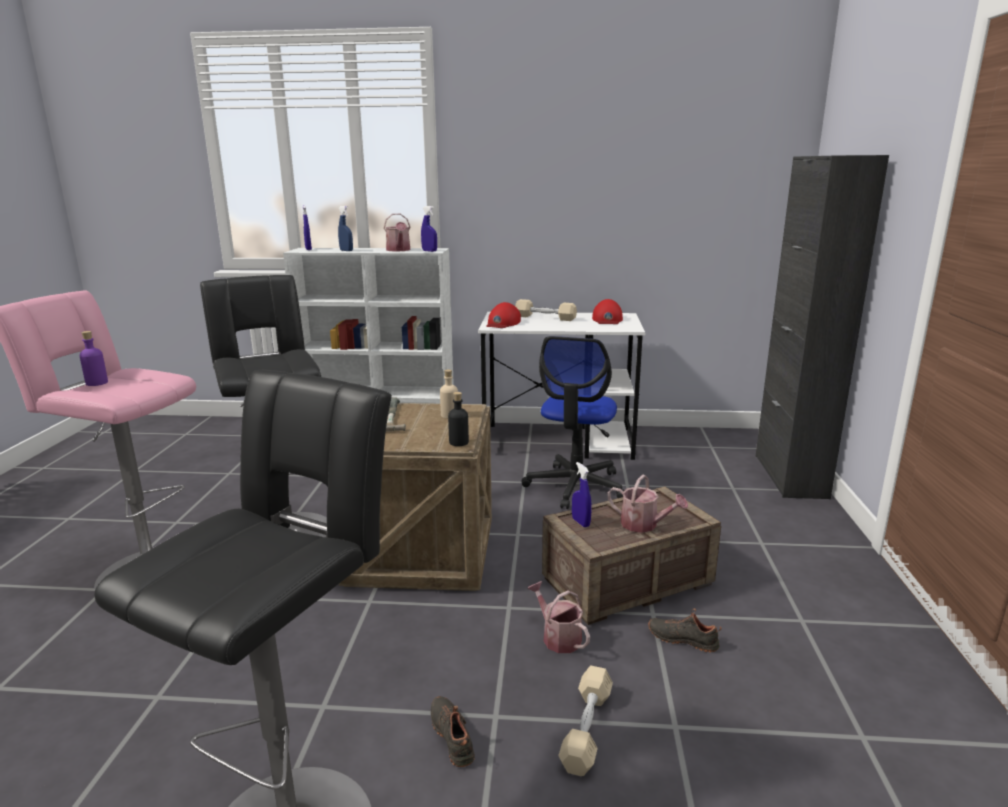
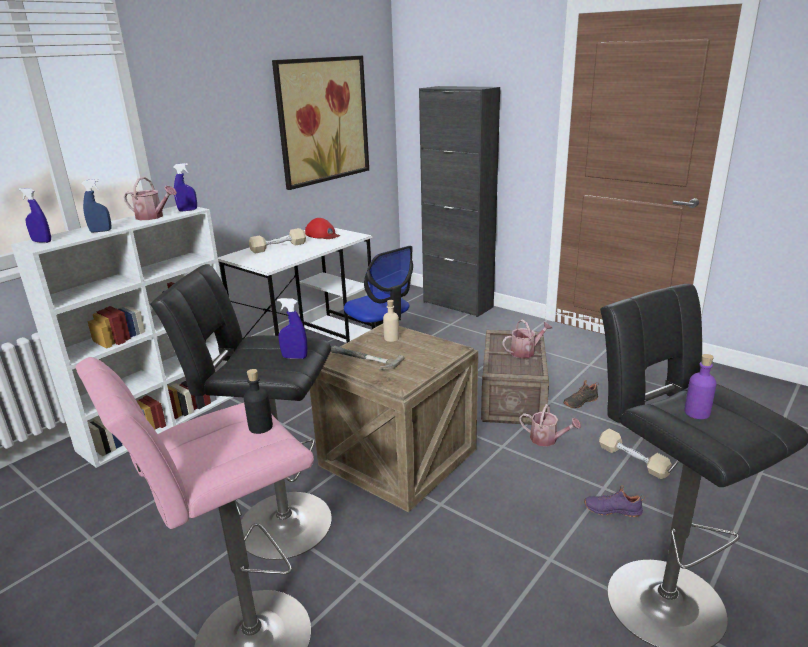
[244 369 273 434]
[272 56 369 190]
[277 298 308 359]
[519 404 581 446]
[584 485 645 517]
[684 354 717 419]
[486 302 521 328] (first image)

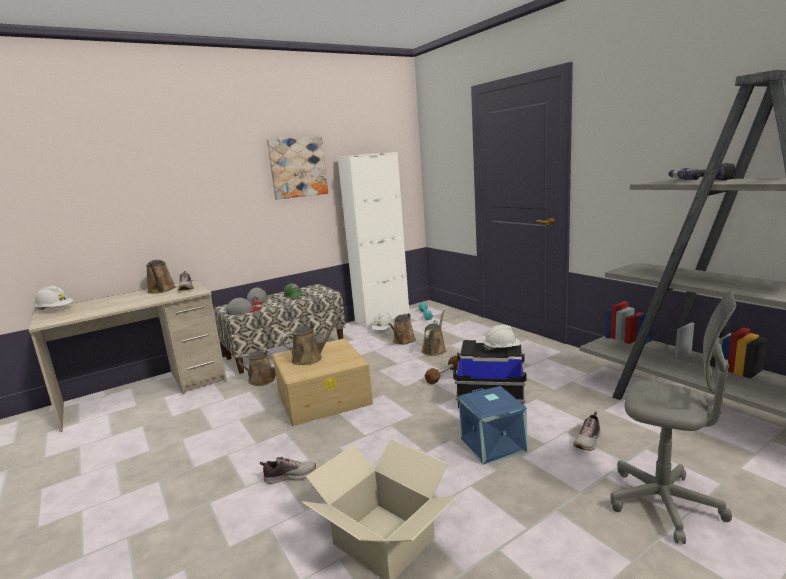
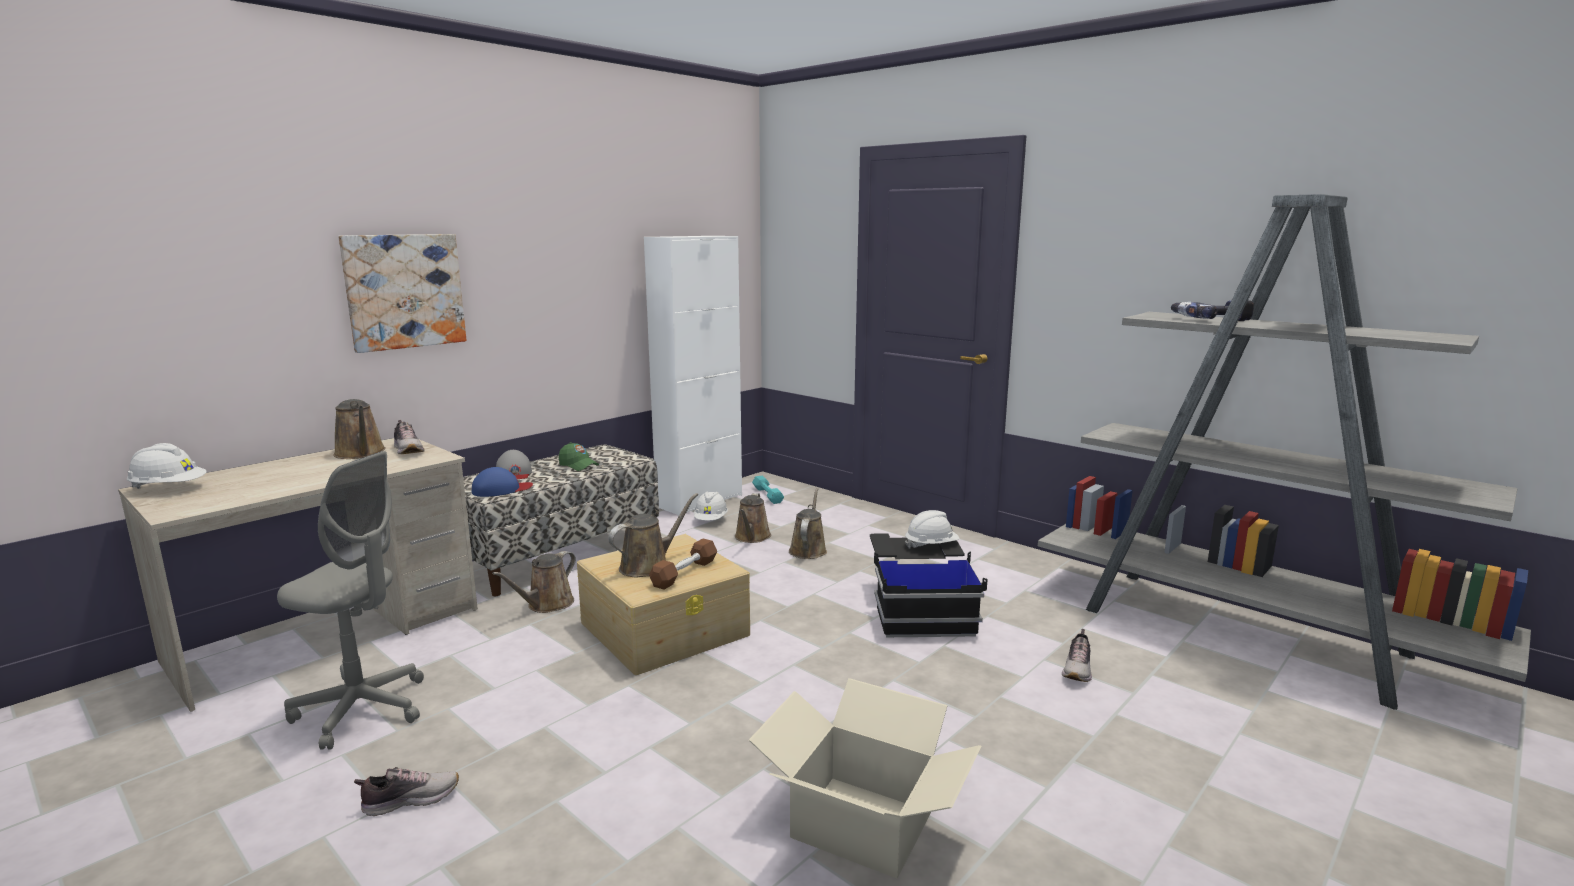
[277 451 424 750]
[339 234 466 353]
[354 767 459 816]
[472 467 533 497]
[492 551 576 613]
[649 538 717 590]
[459 386 527 465] (first image)

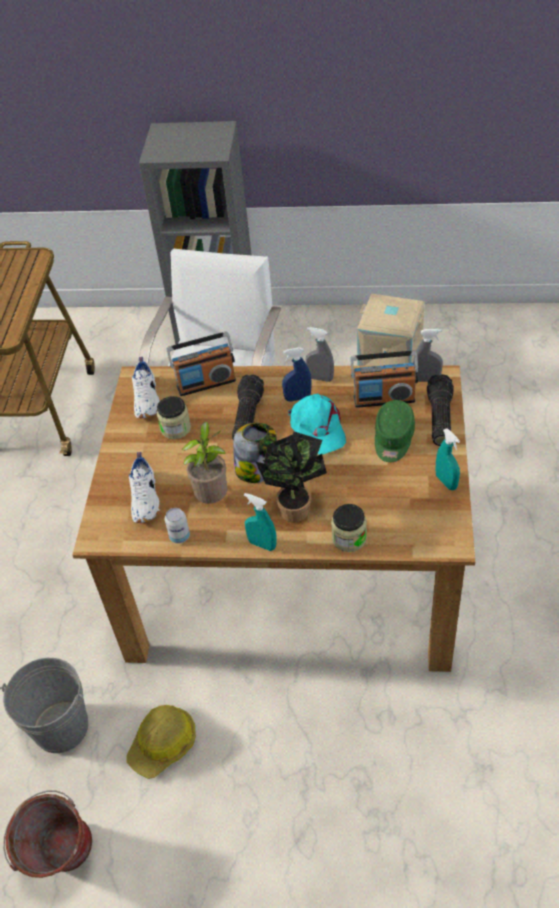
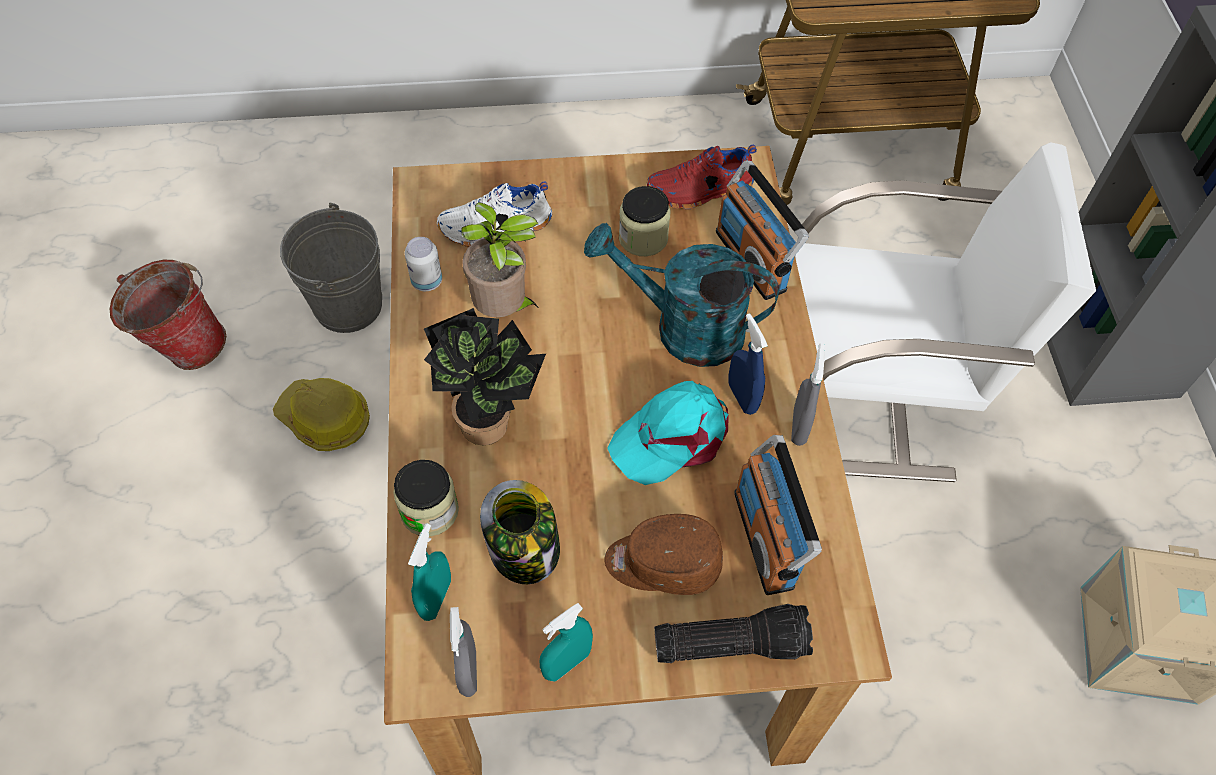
[408 523 451 621]
[450 607 477 697]
[480 480 560 584]
[584 223 779 367]
[605 514 723 595]
[647 145 757 210]

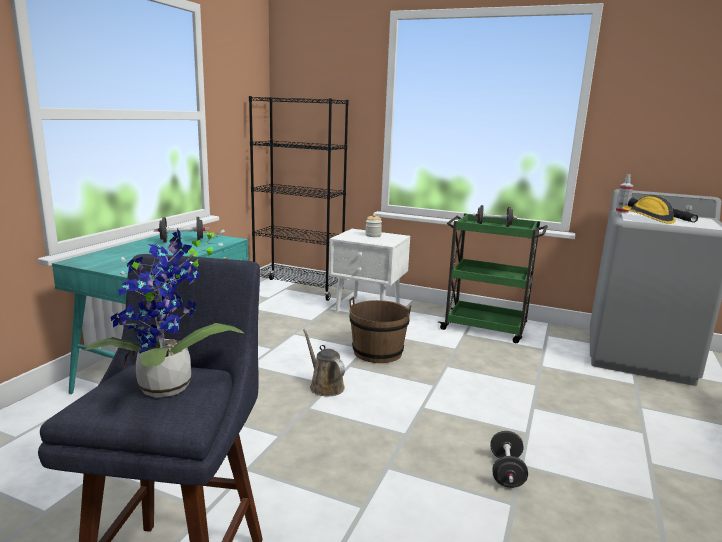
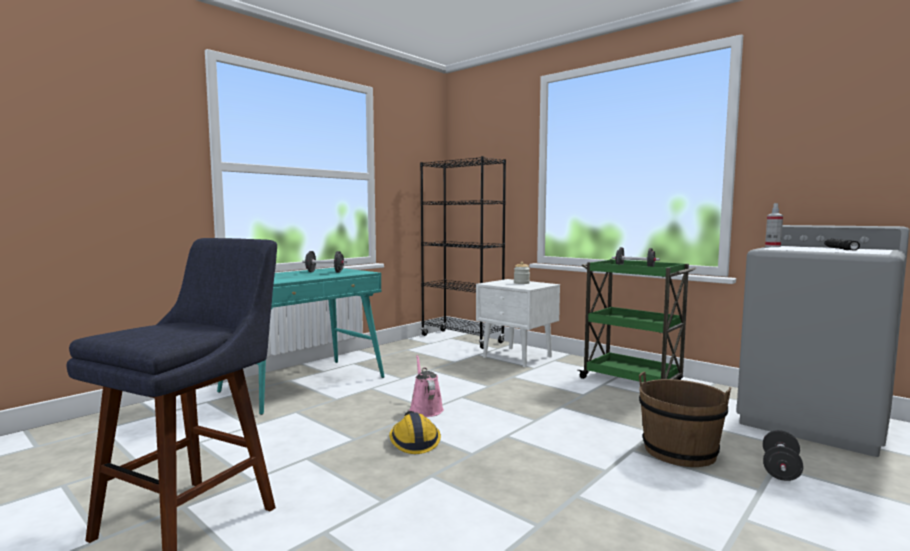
[389 411 441 454]
[409 355 444 417]
[639 372 731 467]
[763 430 803 481]
[84 229 244 398] (first image)

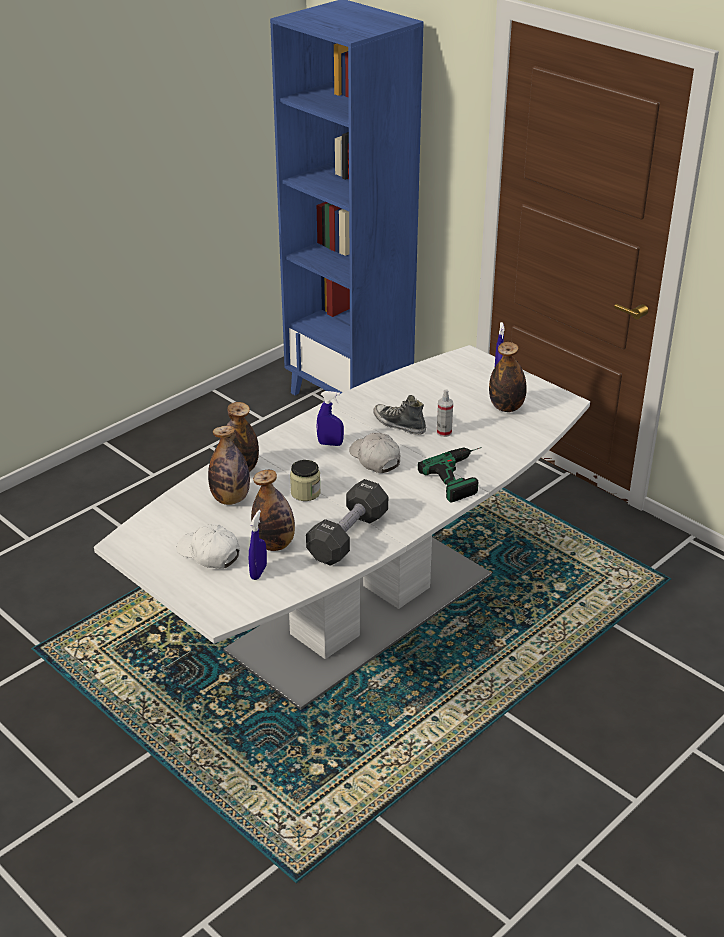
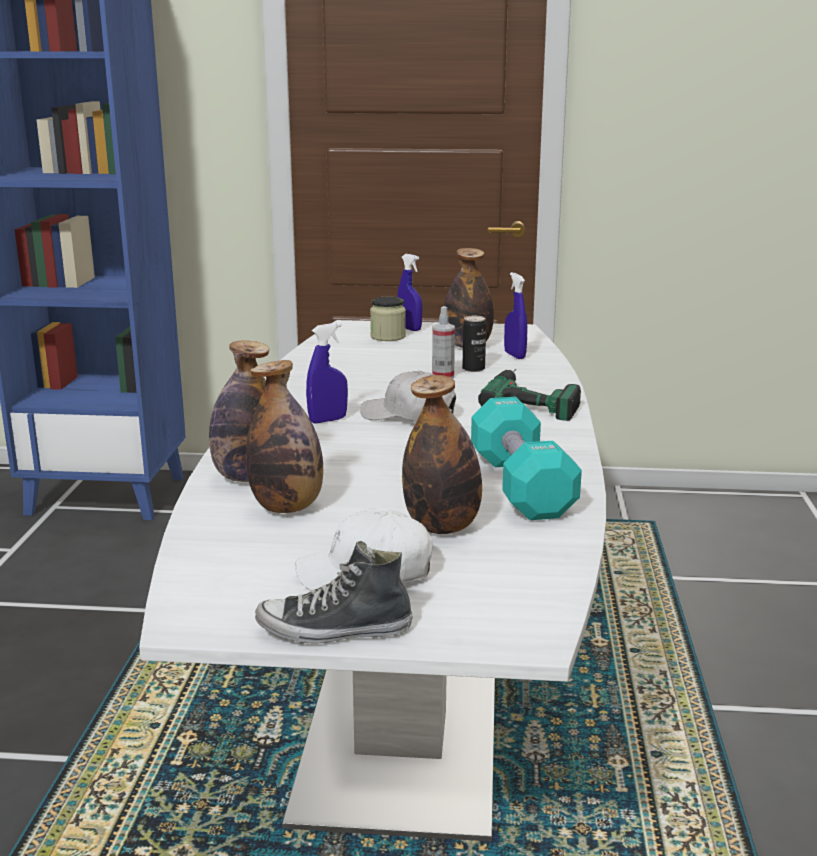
[255 541 413 644]
[370 297 406 341]
[462 316 486 372]
[471 397 582 520]
[504 272 527 359]

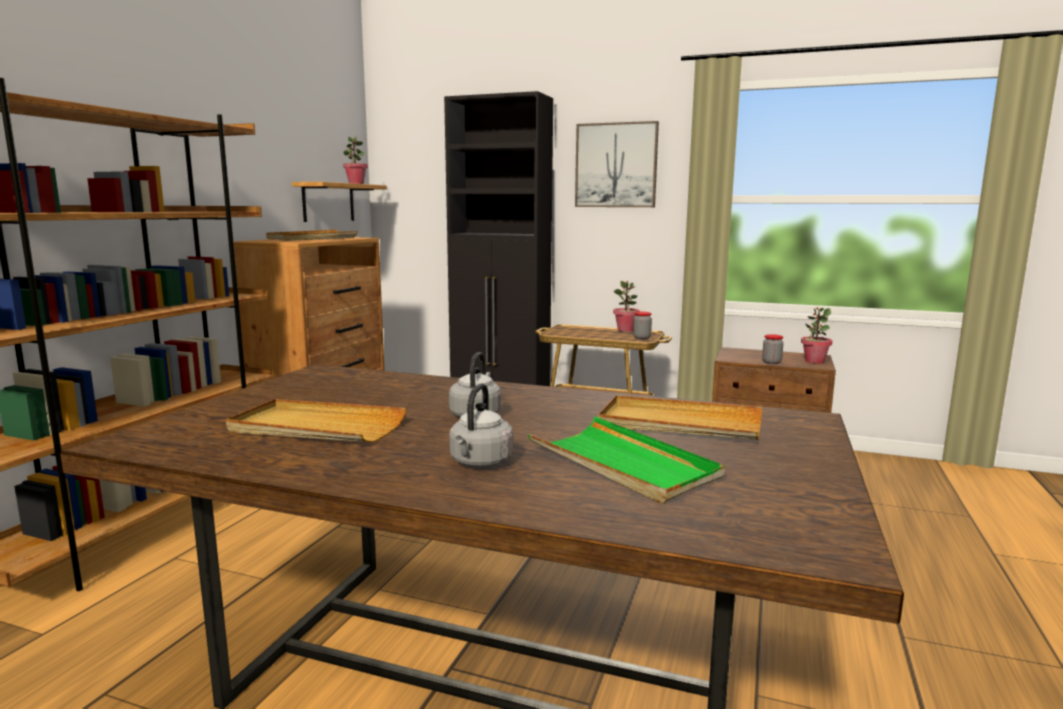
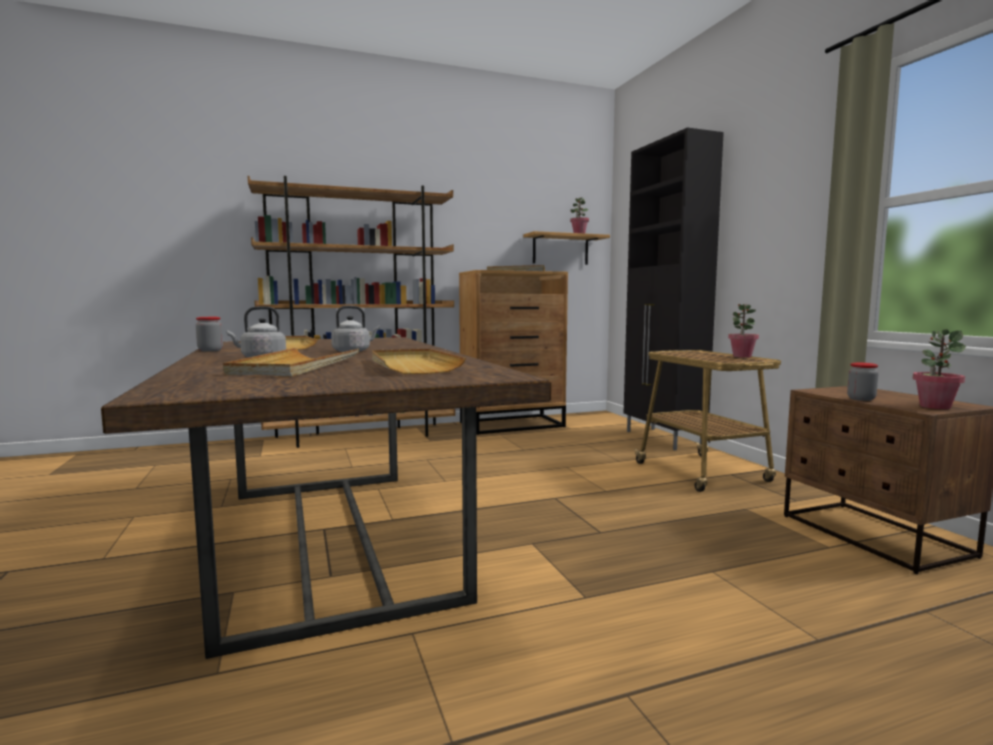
[196 317 223 352]
[223 348 359 377]
[575 121 659 207] (first image)

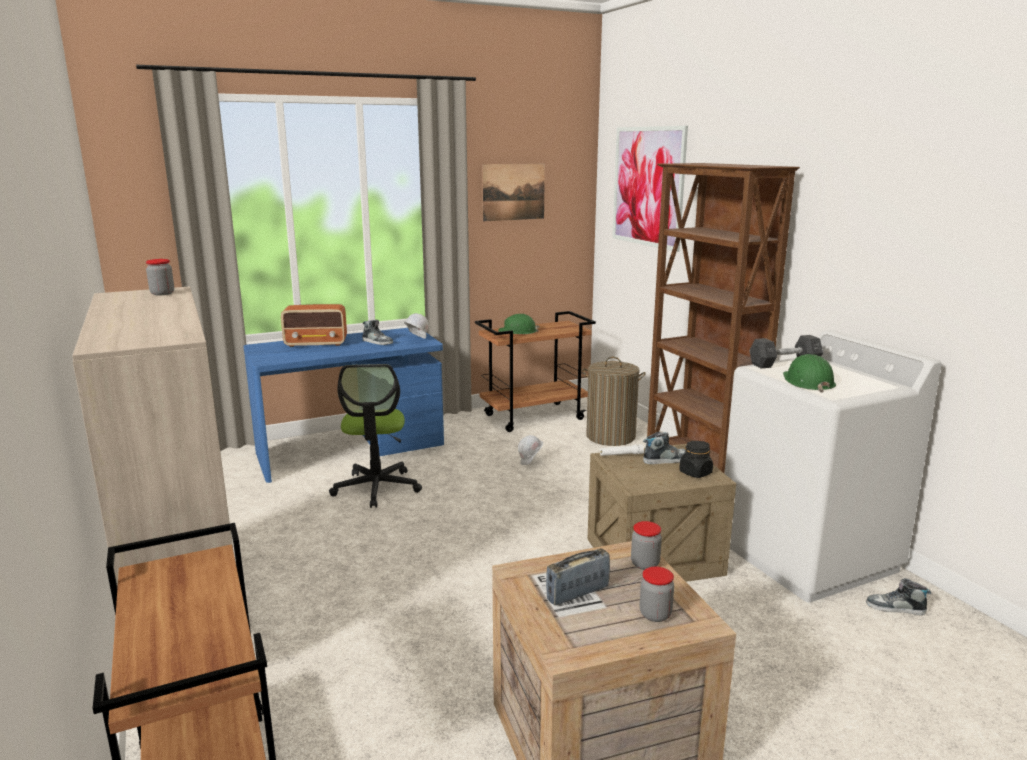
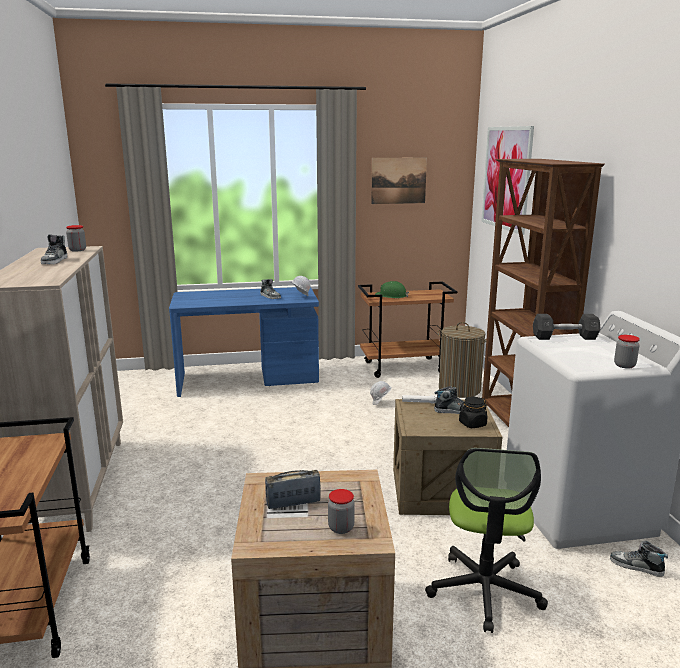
[41 234 67 264]
[425 448 548 633]
[614 335 640 369]
[281 304 347 347] (first image)
[783 354 836 392] (first image)

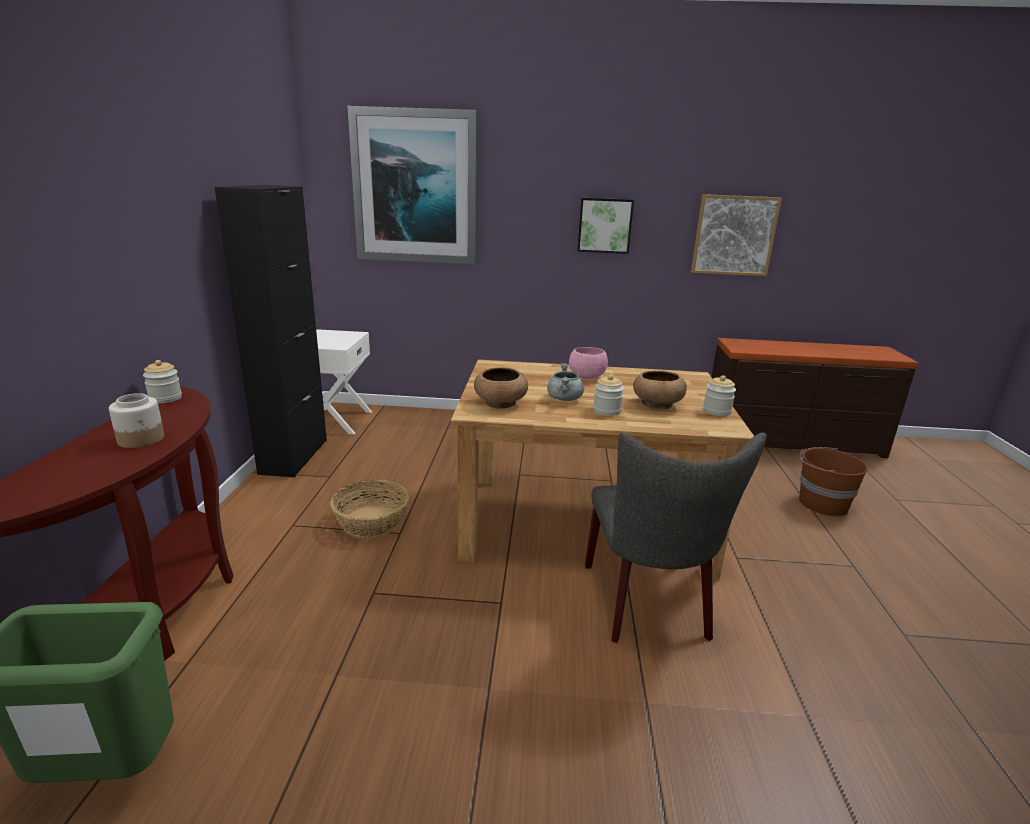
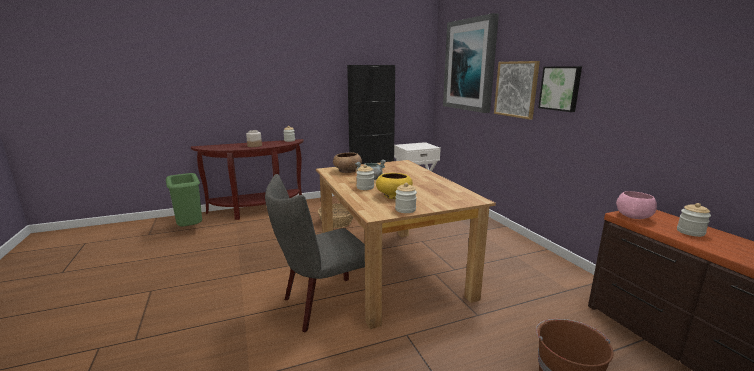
[376 173 413 199]
[494 61 540 120]
[616 191 657 219]
[677 203 711 237]

